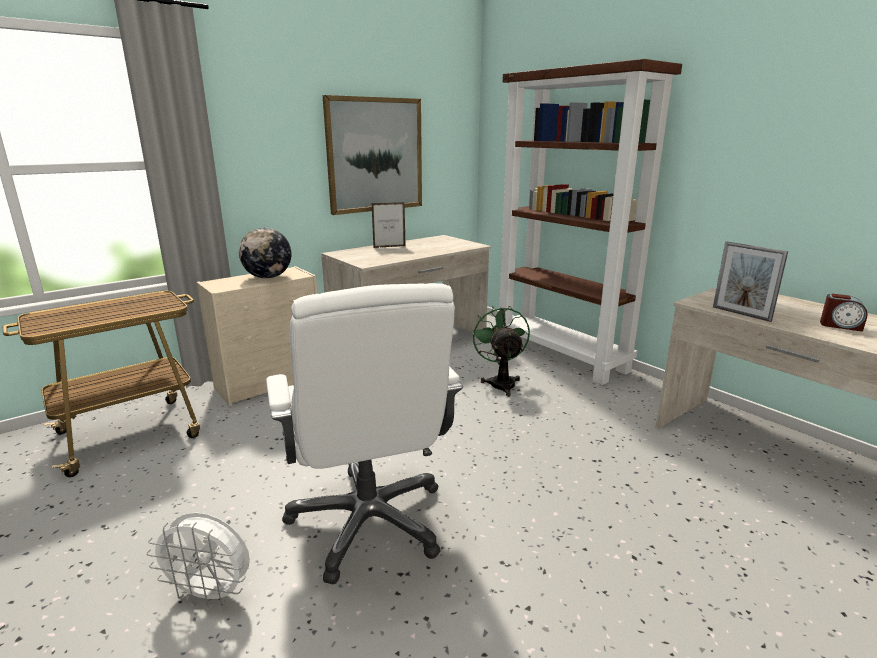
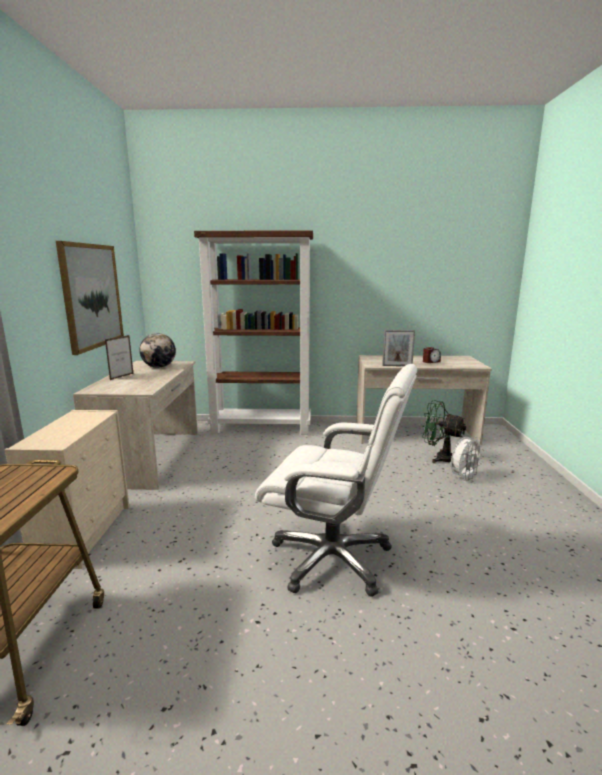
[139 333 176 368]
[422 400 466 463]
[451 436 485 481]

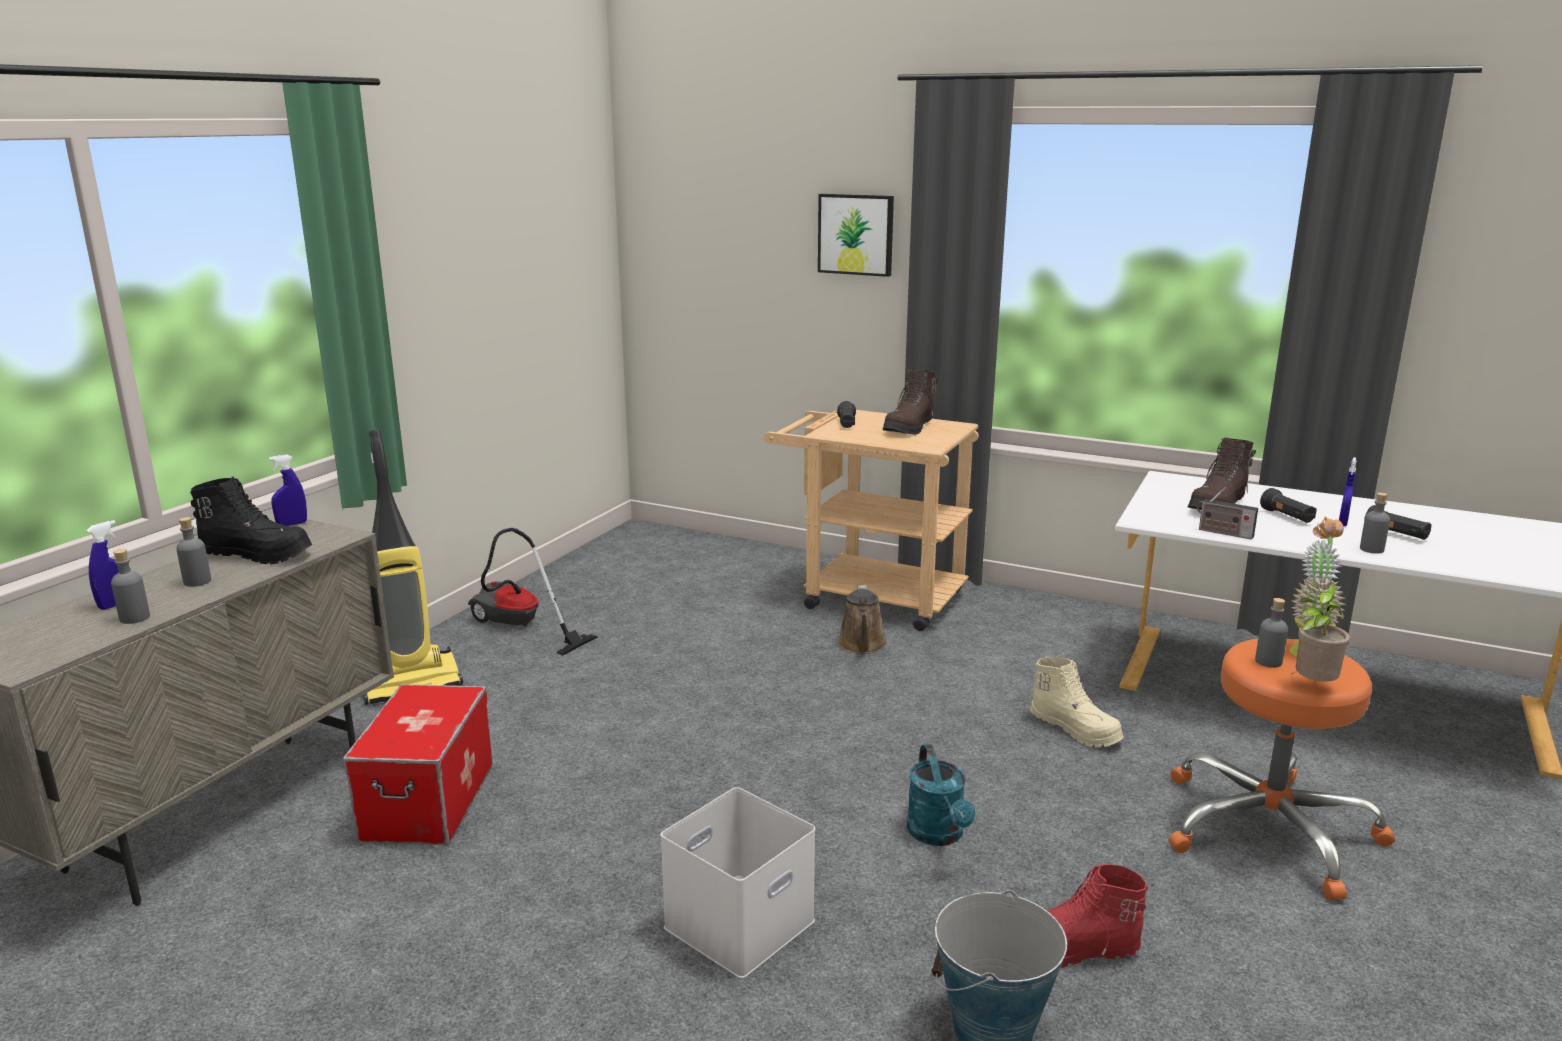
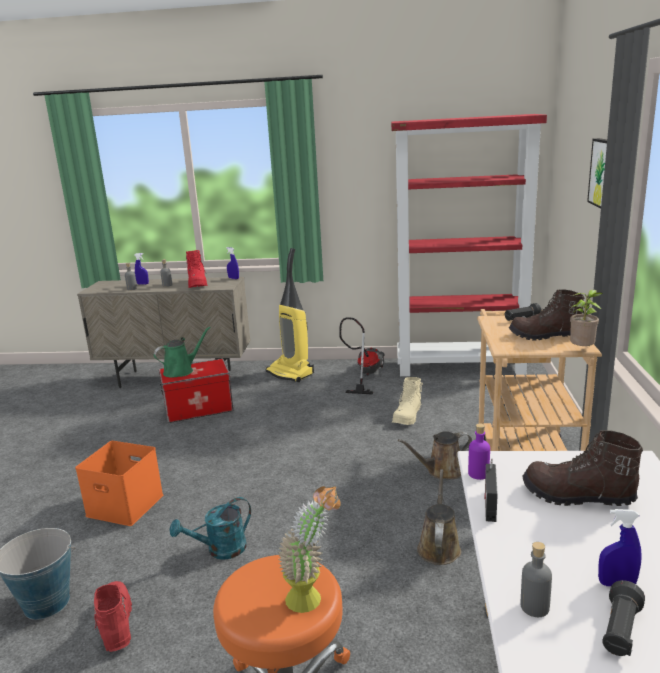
[75 441 163 526]
[154 326 211 378]
[186 250 207 288]
[391 114 547 376]
[392 377 423 425]
[417 469 461 565]
[468 423 490 480]
[570 290 603 346]
[1255 598 1288 668] (first image)
[1260 488 1317 523] (first image)

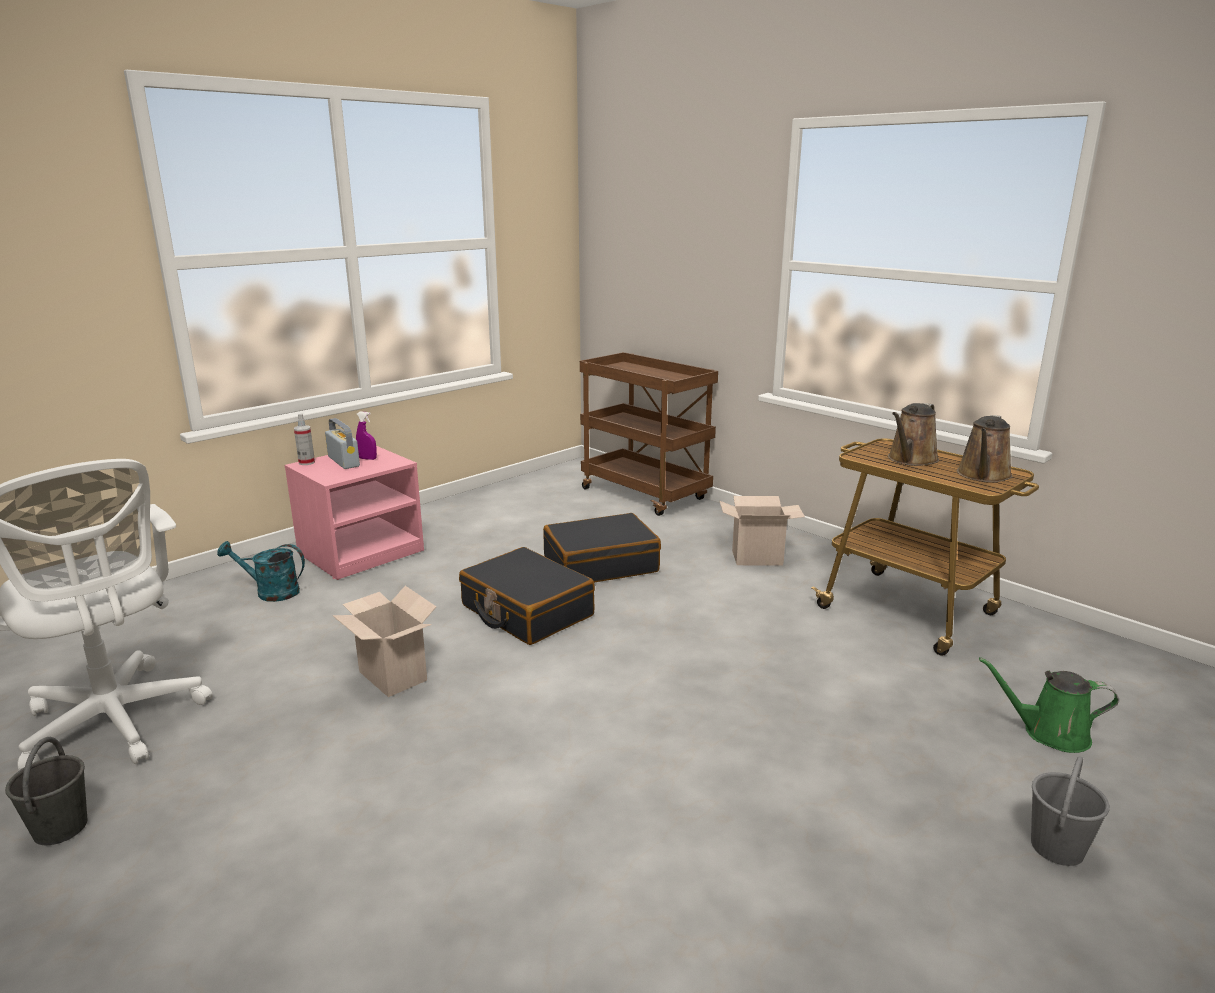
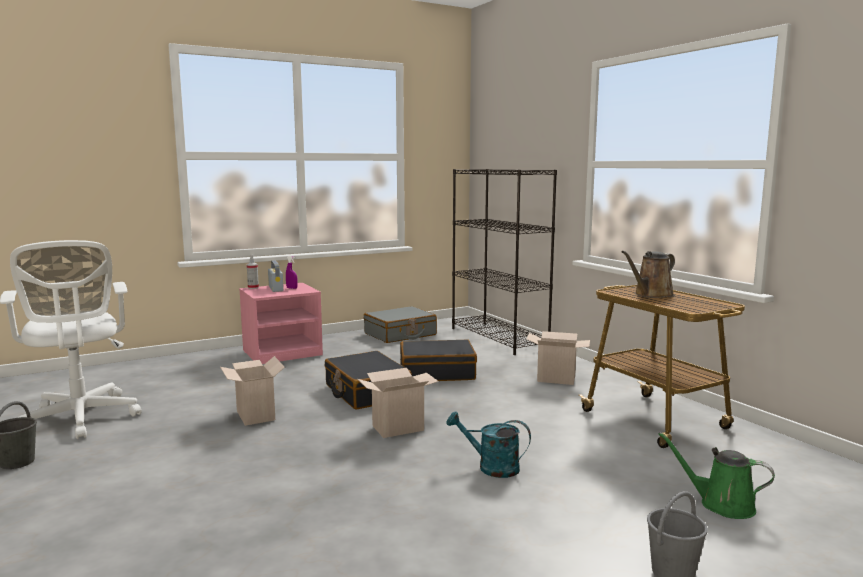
[358 368 439 438]
[364 306 437 343]
[446 411 531 478]
[452 169 557 355]
[957 415 1012 483] (first image)

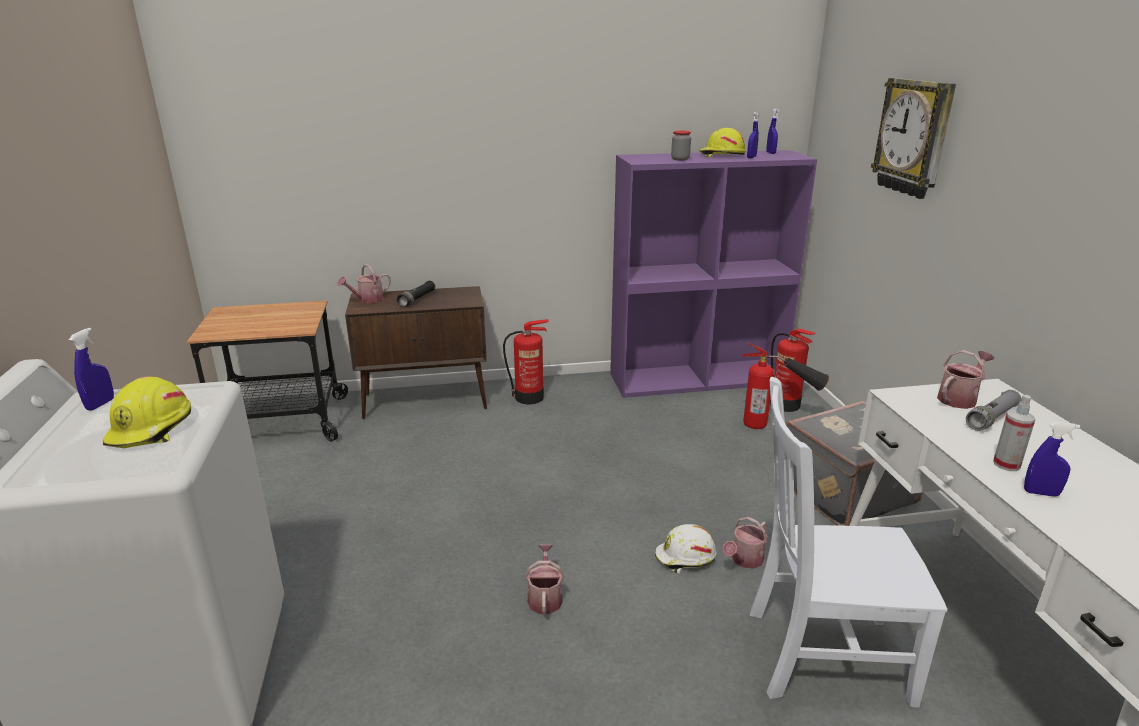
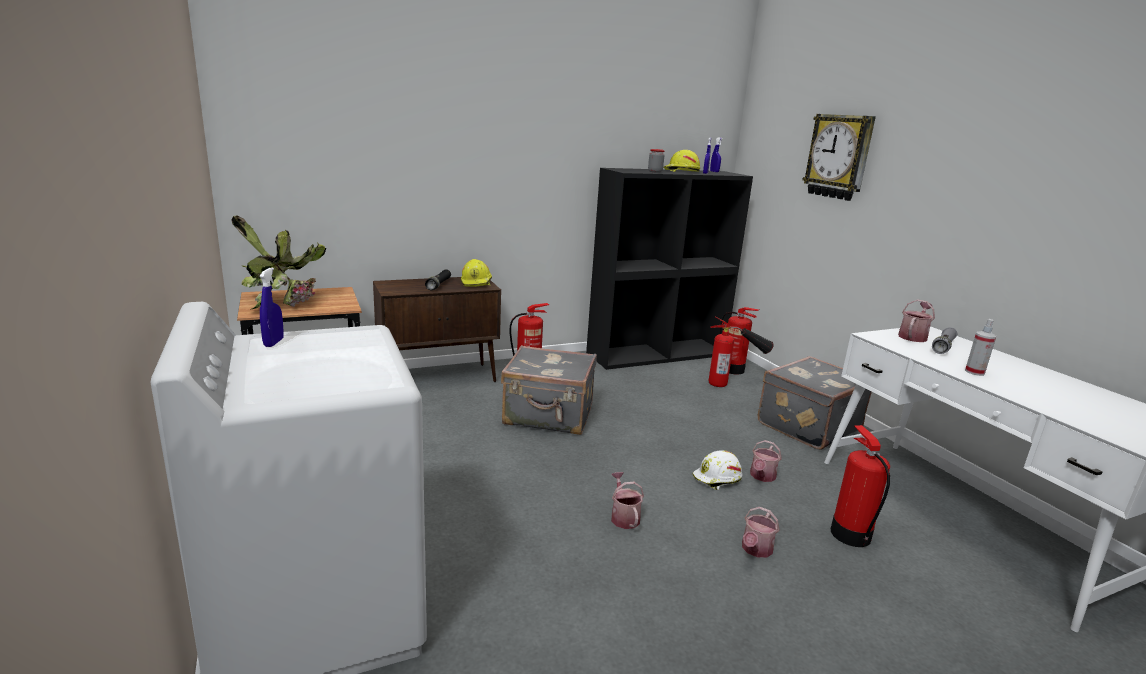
[232 215 326 310]
[461 259 492 287]
[501 345 597 435]
[586 168 753 370]
[742 507 779 558]
[831 425 890 547]
[1024 422 1080 497] (first image)

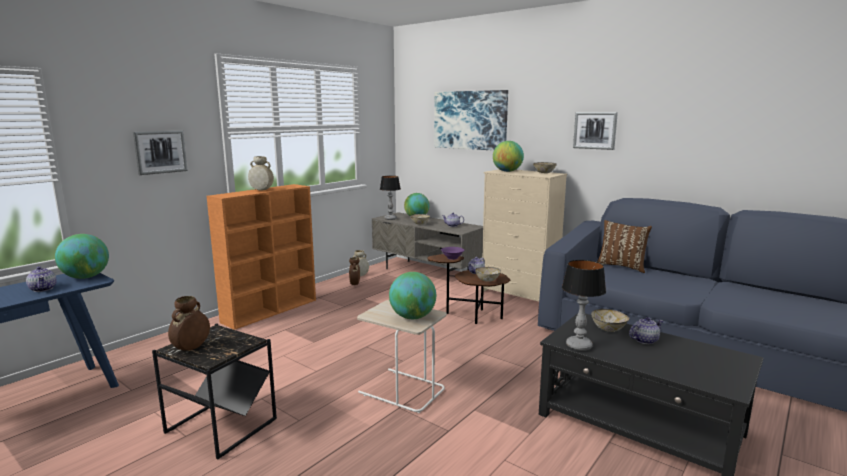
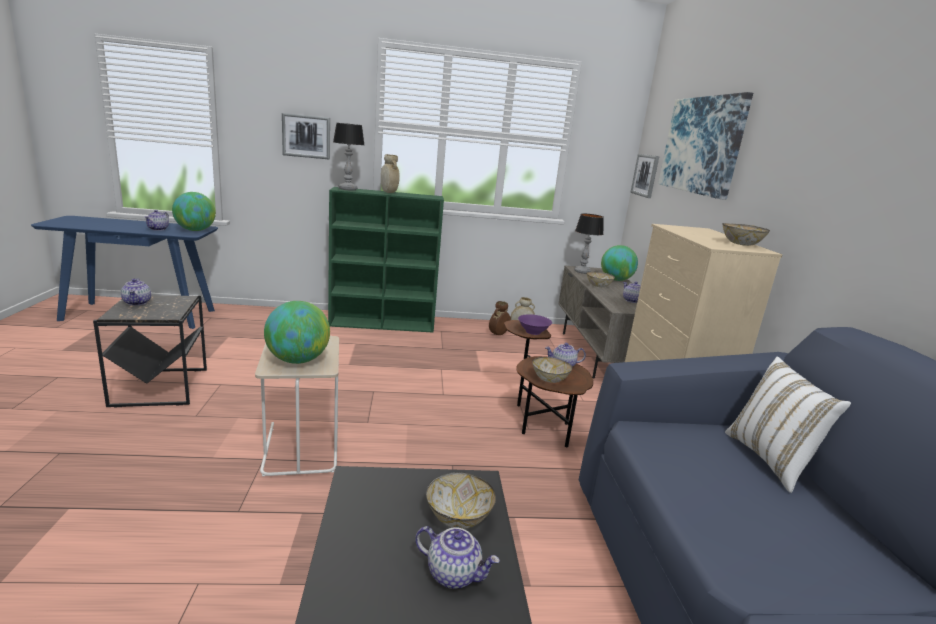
[121 279 151 305]
[328 187 444 333]
[333 123 364 191]
[630 154 659 198]
[725 357 851 493]
[493 141 524 172] (first image)

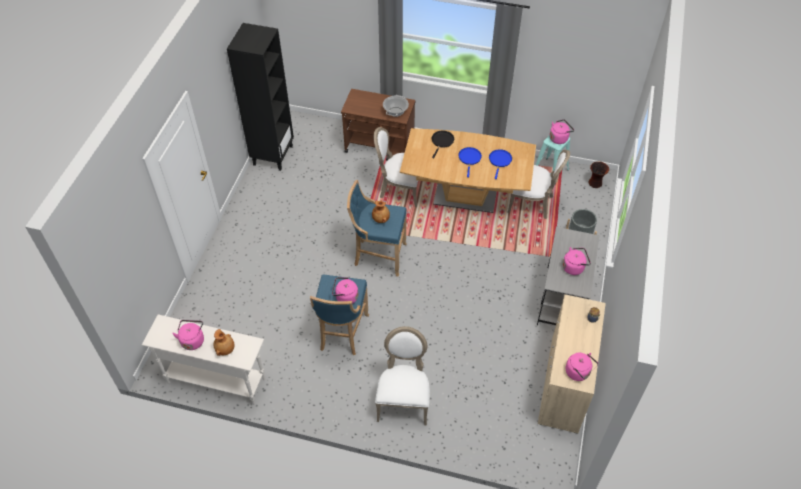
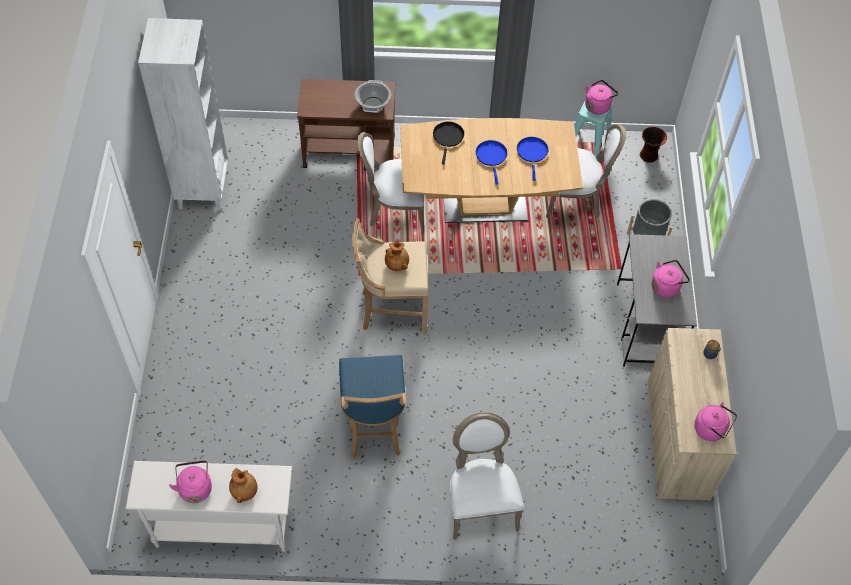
[138 18 228 210]
[352 218 428 334]
[332 277 358 304] (first image)

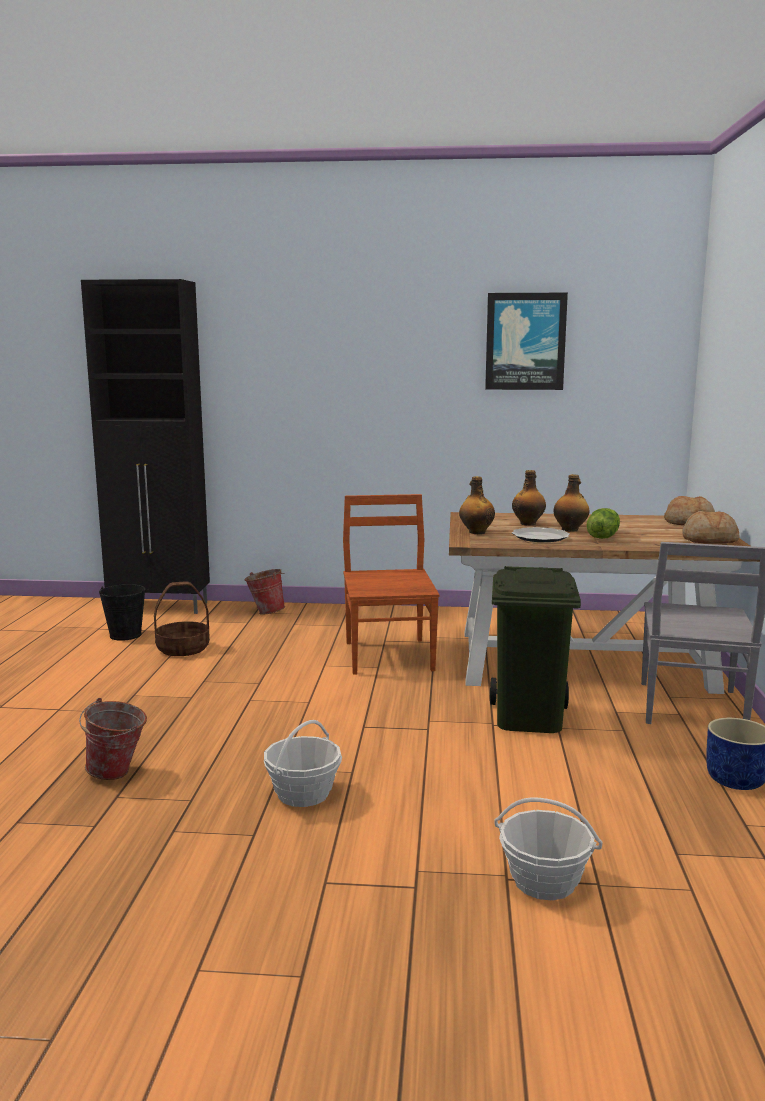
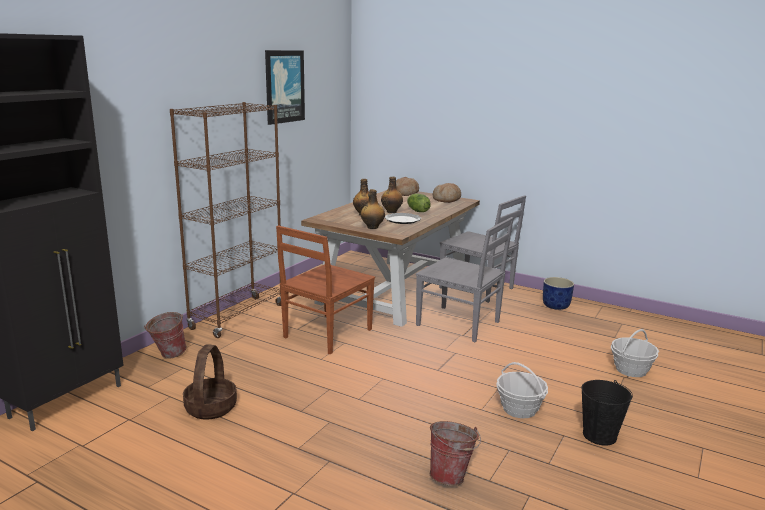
[170 102 281 338]
[276 225 375 354]
[416 217 514 342]
[581 380 633 446]

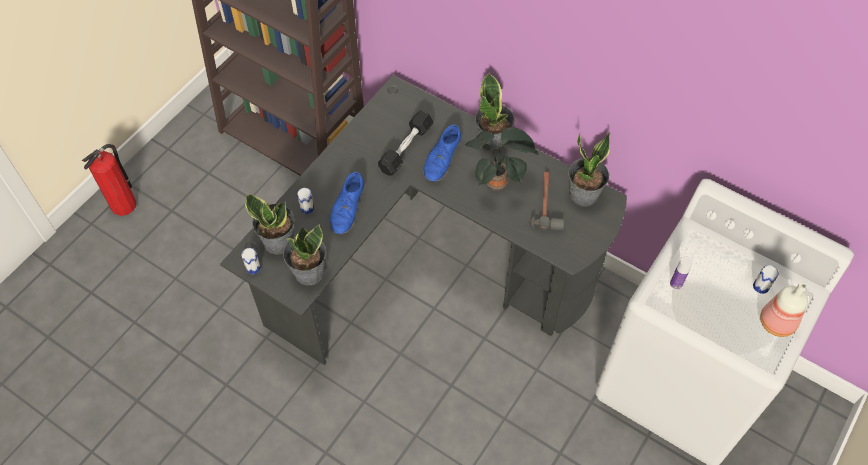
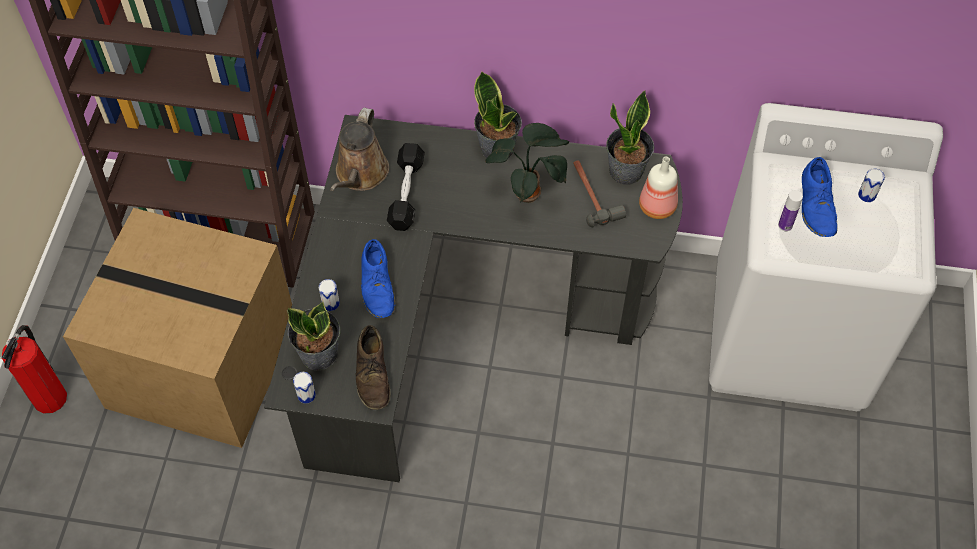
[63 208 292 448]
[330 108 389 191]
[356 325 390 410]
[639 157 678 219]
[802 157 837 237]

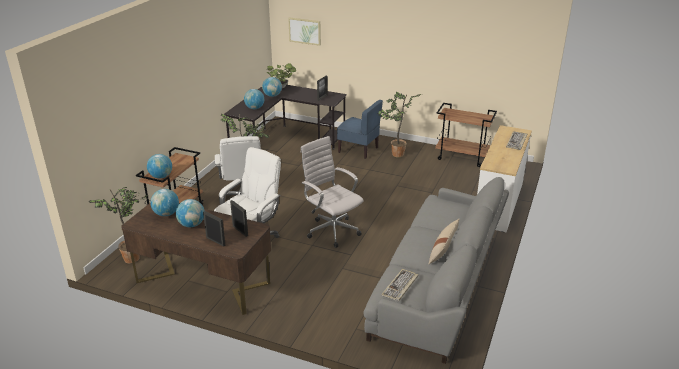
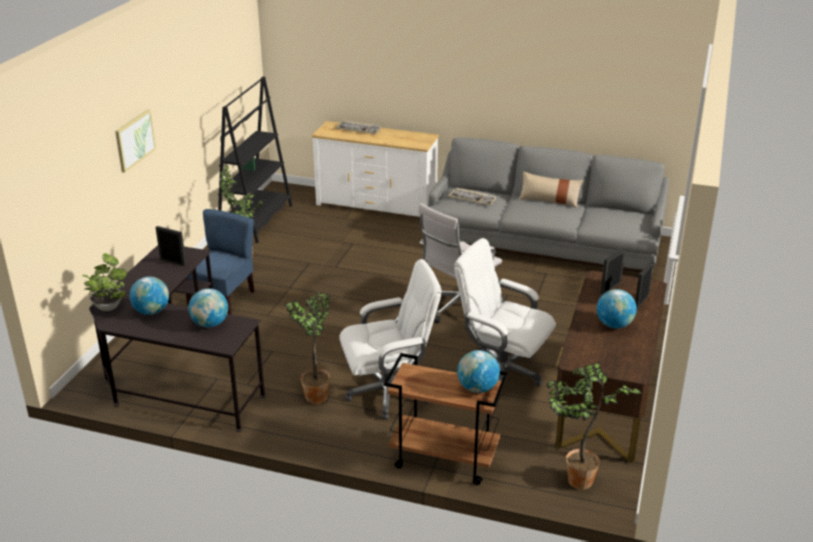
[115 109 156 173]
[218 77 293 243]
[448 188 496 206]
[150 189 179 216] (first image)

